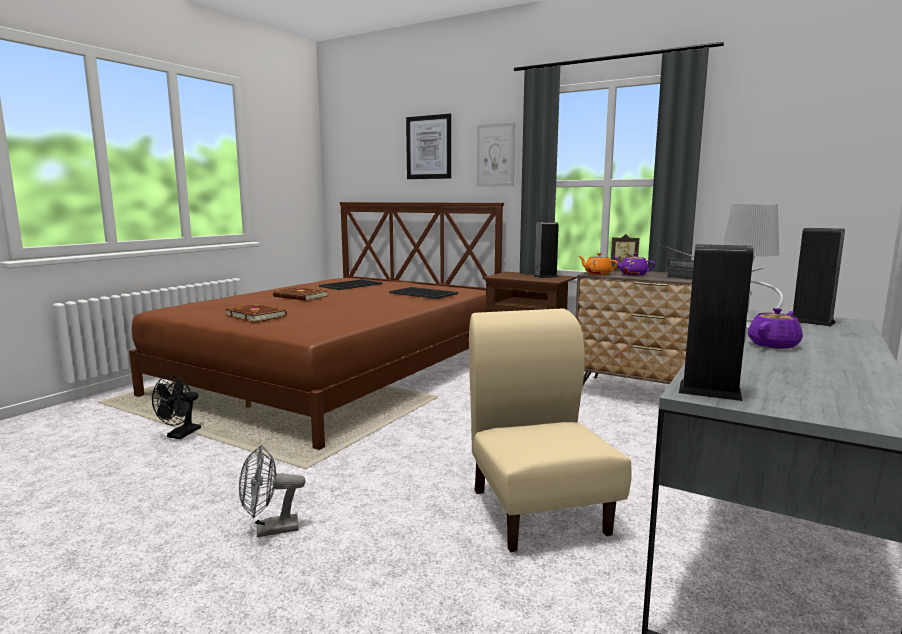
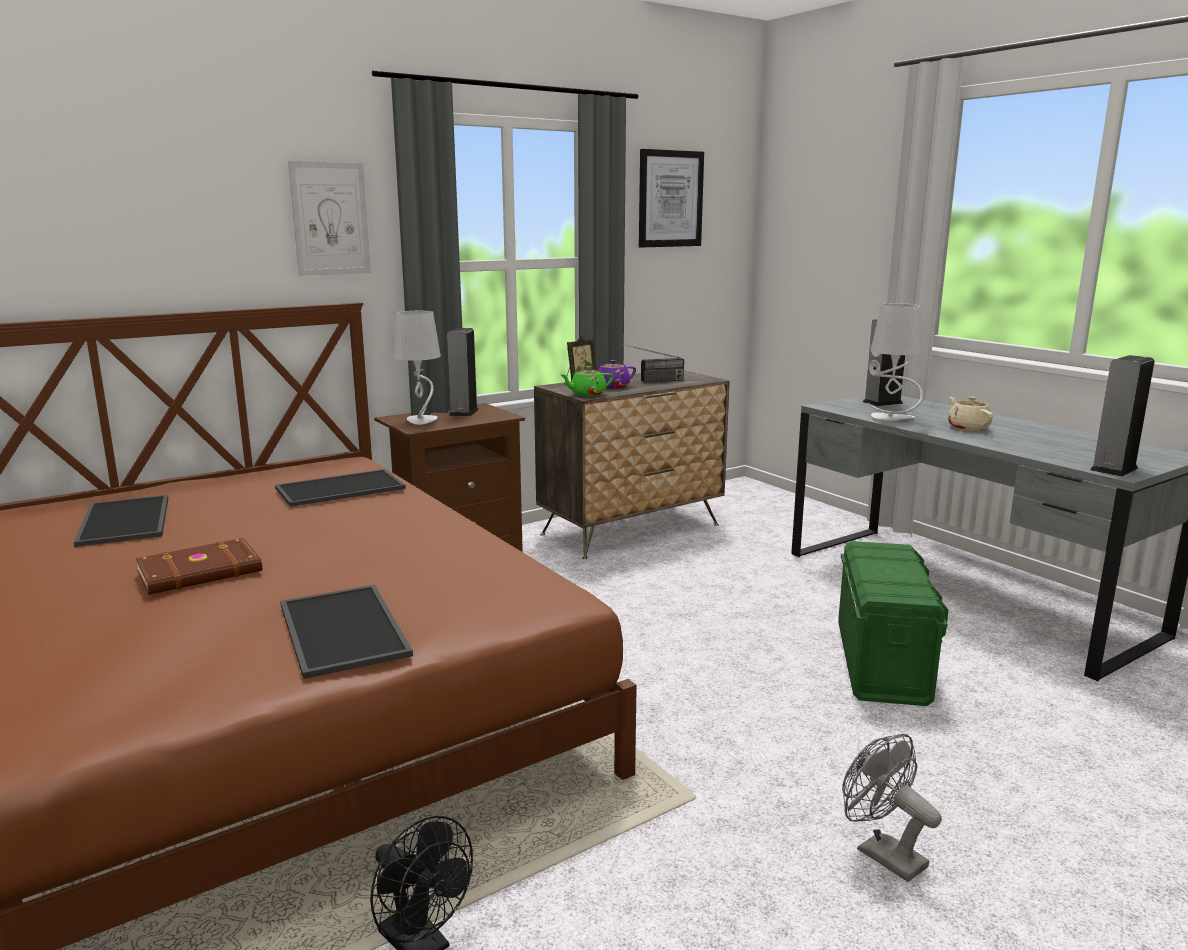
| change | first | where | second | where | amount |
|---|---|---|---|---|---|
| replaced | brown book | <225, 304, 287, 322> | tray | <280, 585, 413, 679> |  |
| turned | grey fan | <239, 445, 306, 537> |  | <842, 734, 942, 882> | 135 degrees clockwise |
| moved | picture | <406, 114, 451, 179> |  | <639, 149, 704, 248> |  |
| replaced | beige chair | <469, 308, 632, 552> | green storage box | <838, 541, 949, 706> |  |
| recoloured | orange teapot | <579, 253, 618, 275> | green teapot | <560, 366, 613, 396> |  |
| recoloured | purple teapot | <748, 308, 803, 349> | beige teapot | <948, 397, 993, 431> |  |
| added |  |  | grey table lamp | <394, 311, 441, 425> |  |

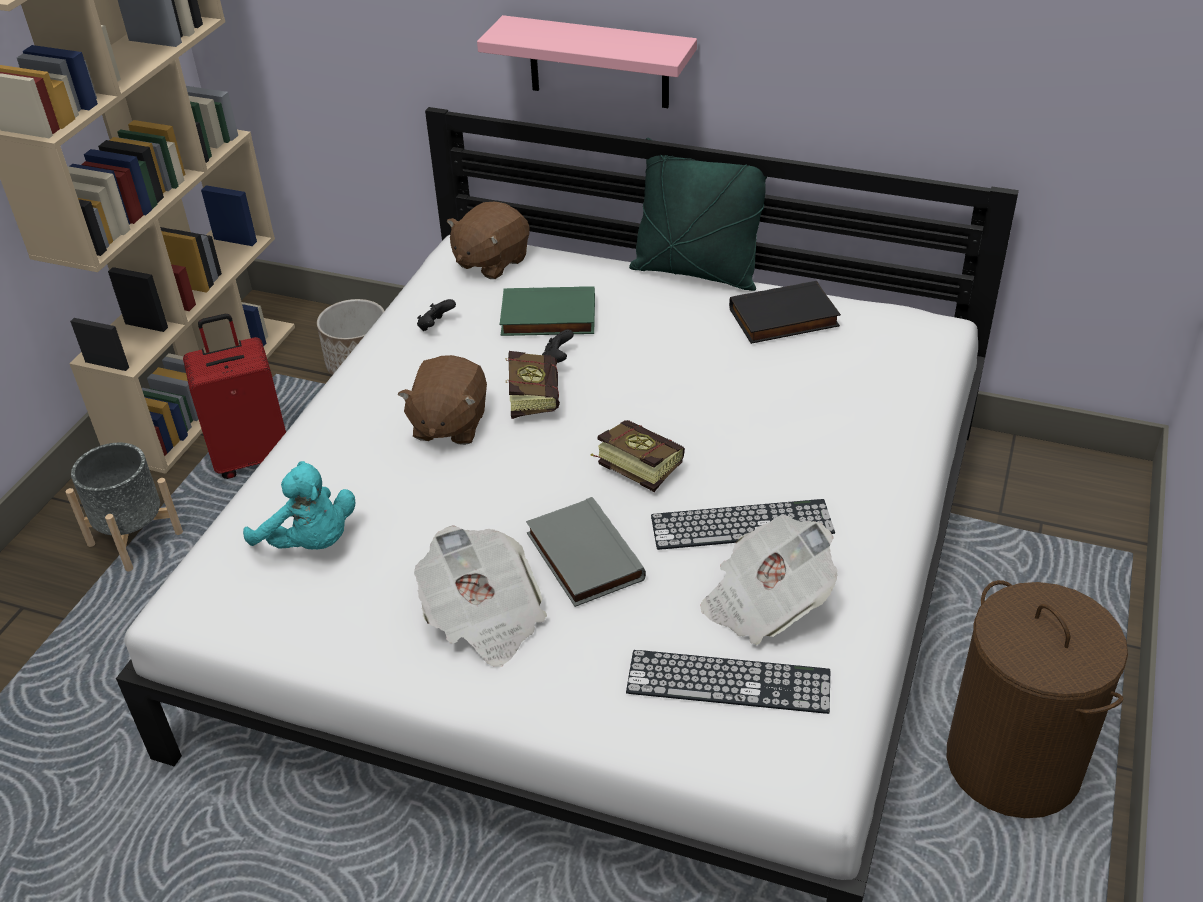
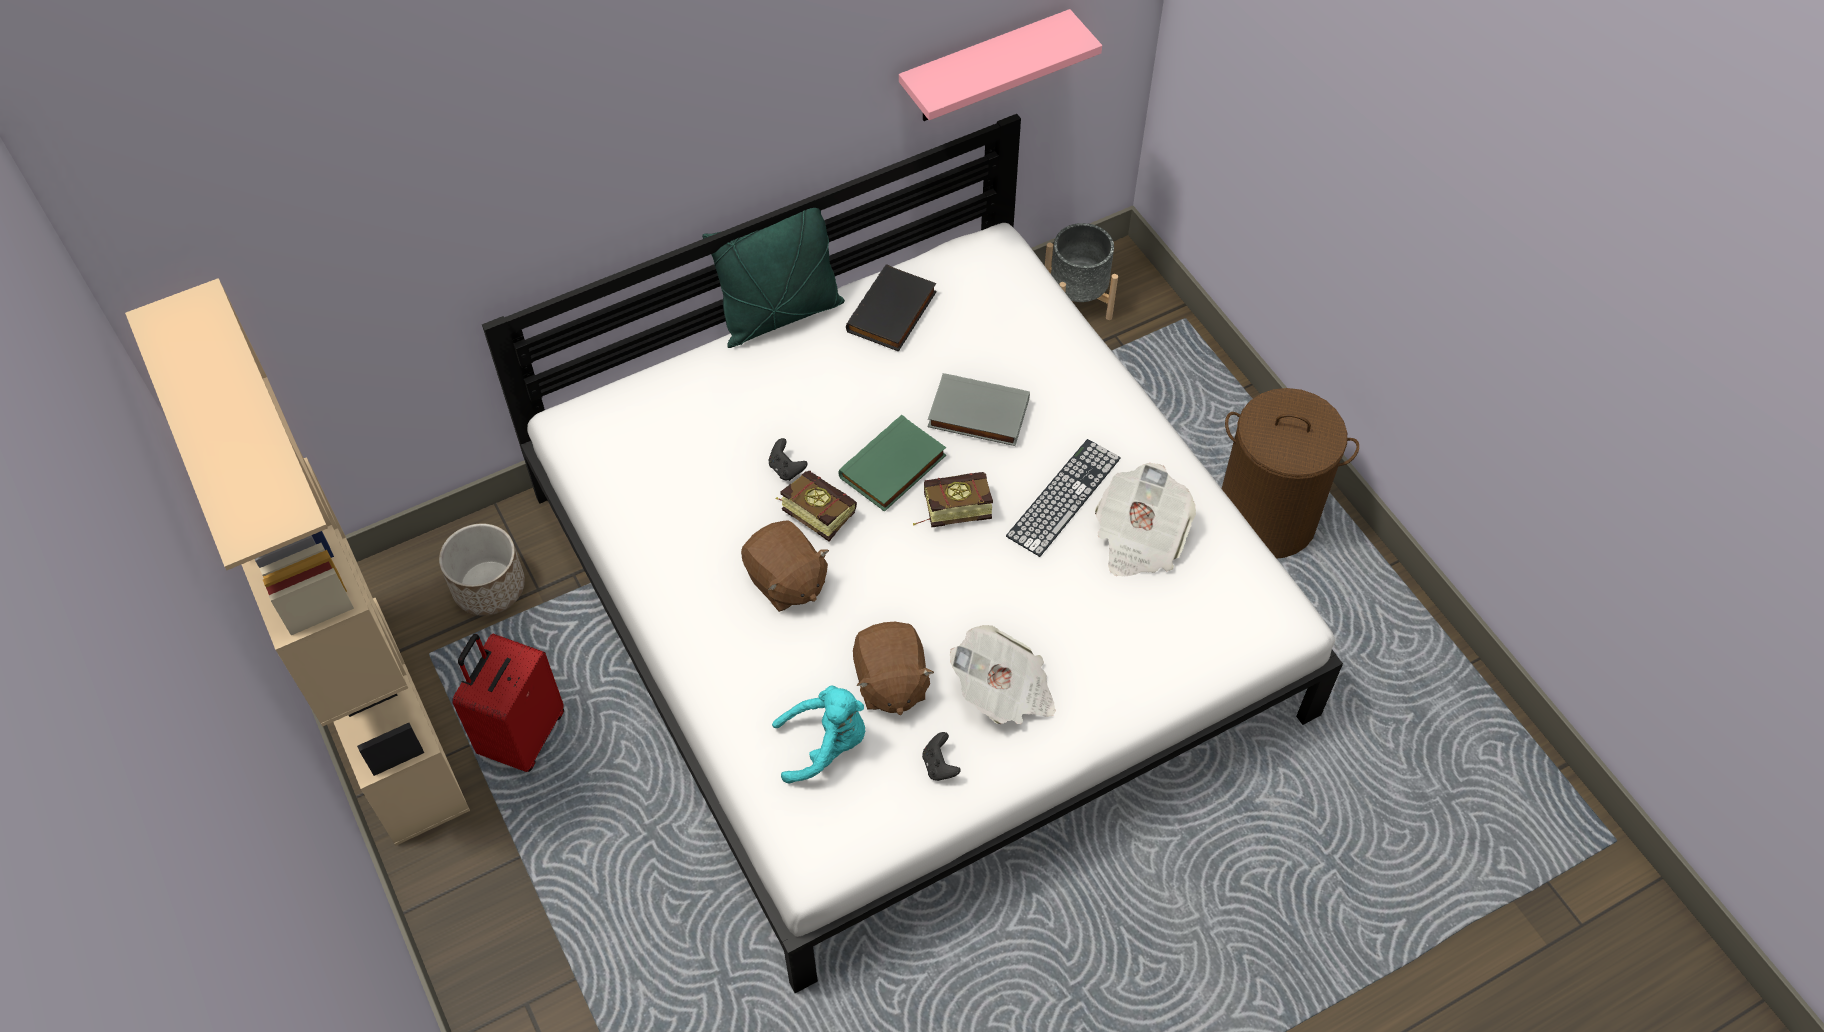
| change | first | where | second | where | amount |
|---|---|---|---|---|---|
| moved | grey planter | <66, 443, 183, 571> |  | <1045, 223, 1118, 320> |  |
| moved | black game controller | <417, 299, 456, 331> |  | <922, 732, 960, 781> |  |
| moved | brown plush toy | <447, 202, 530, 279> |  | <853, 622, 934, 715> |  |
| moved | pink shelf | <477, 15, 697, 108> |  | <899, 9, 1102, 121> |  |
| moved | green book | <500, 287, 595, 336> |  | <838, 415, 946, 512> |  |
| moved | grey book | <526, 497, 646, 607> |  | <928, 373, 1030, 446> |  |
| removed | keyboard | <626, 650, 830, 714> |  |  |  |

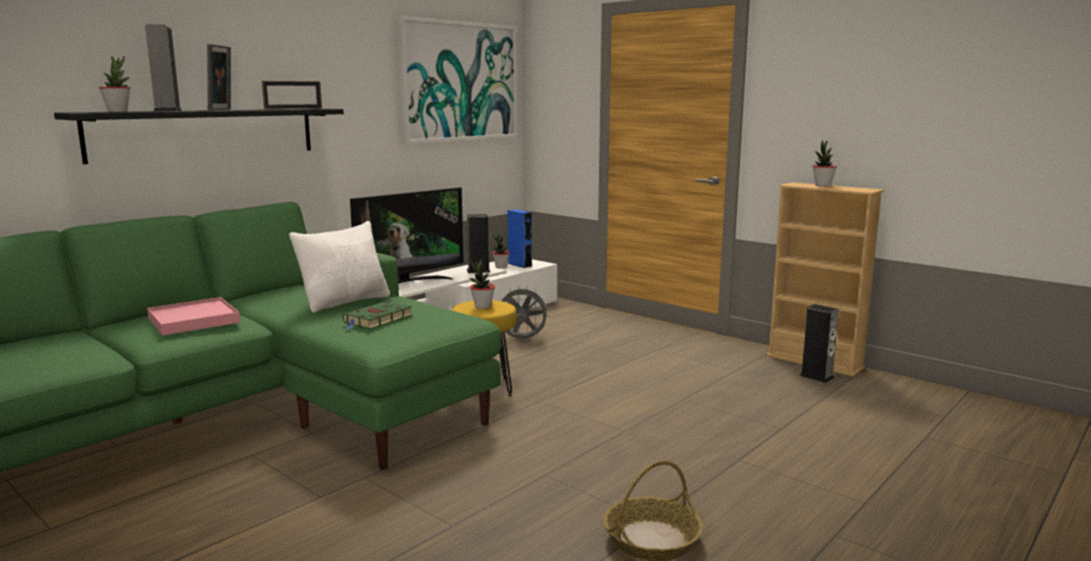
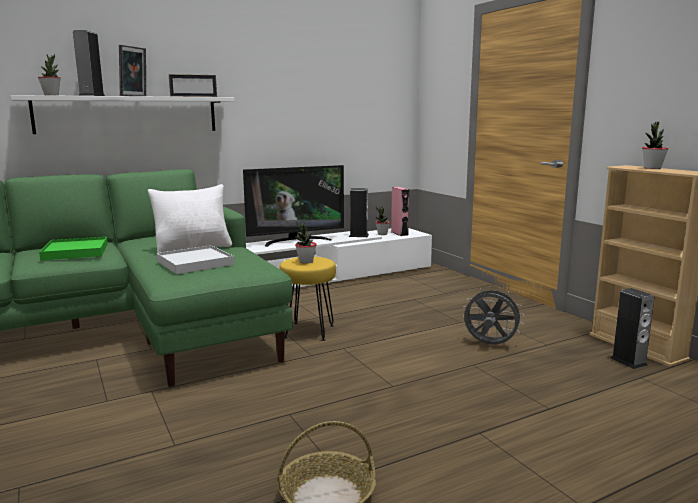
| change | first | where | second | where | amount |
|---|---|---|---|---|---|
| recoloured | black shelf | <54, 108, 344, 164> | white shelf | <10, 95, 234, 134> |  |
| recoloured | pink tray | <147, 297, 240, 336> | green tray | <39, 237, 108, 260> |  |
| replaced | green book | <343, 301, 412, 330> | white tray | <157, 245, 234, 274> |  |
| removed | picture | <397, 16, 518, 144> |  |  |  |
| moved | grey fan | <498, 285, 550, 339> |  | <463, 286, 524, 345> |  |
| recoloured | blue speaker | <508, 210, 532, 268> | pink speaker | <391, 187, 409, 236> |  |

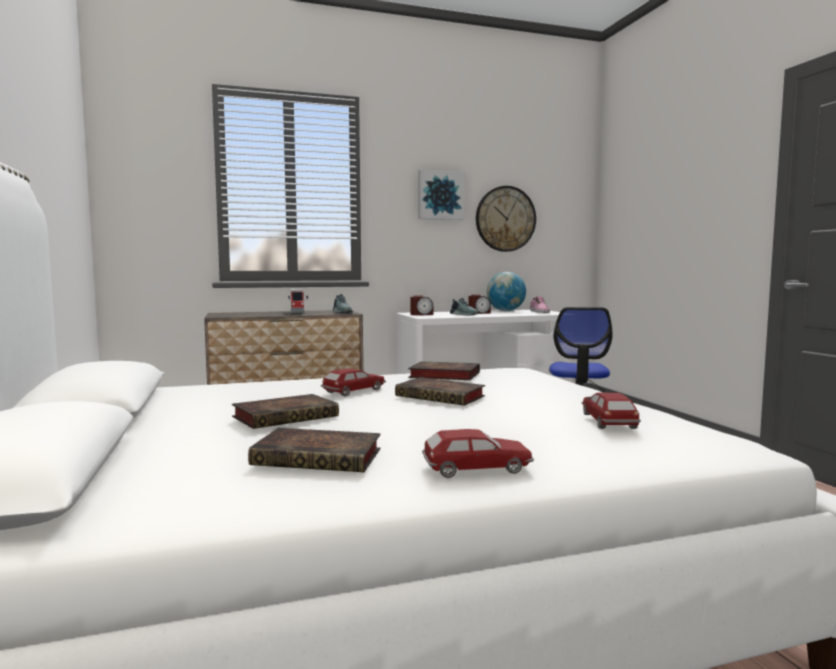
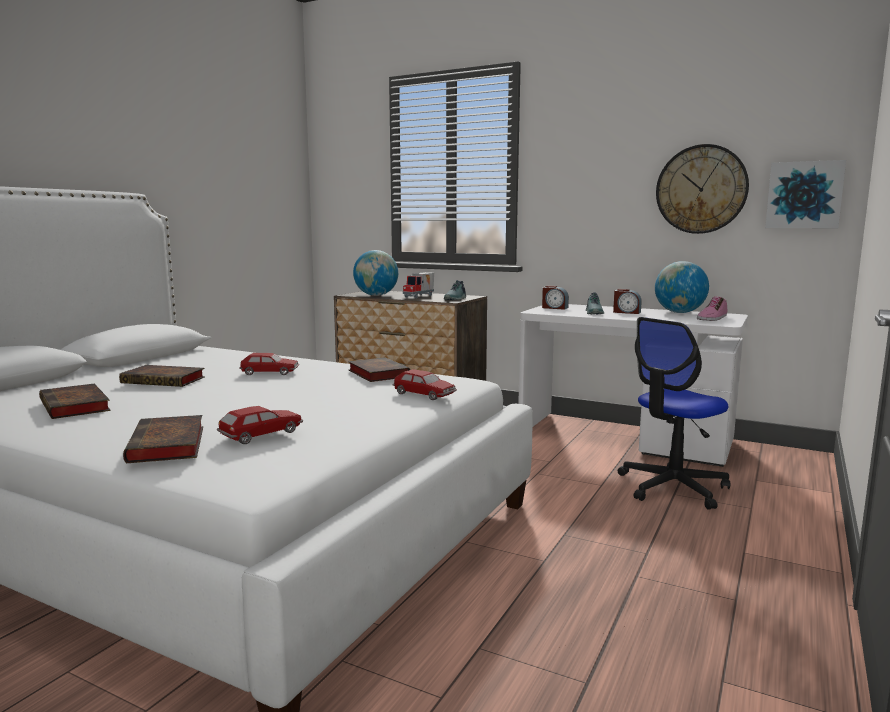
| change | first | where | second | where | amount |
|---|---|---|---|---|---|
| moved | book | <395, 377, 485, 406> |  | <123, 415, 203, 463> |  |
| moved | picture | <418, 170, 465, 220> |  | <765, 160, 846, 228> |  |
| moved | toy car | <422, 429, 534, 478> |  | <392, 369, 457, 400> |  |
| added |  |  | globe | <353, 250, 398, 296> |  |

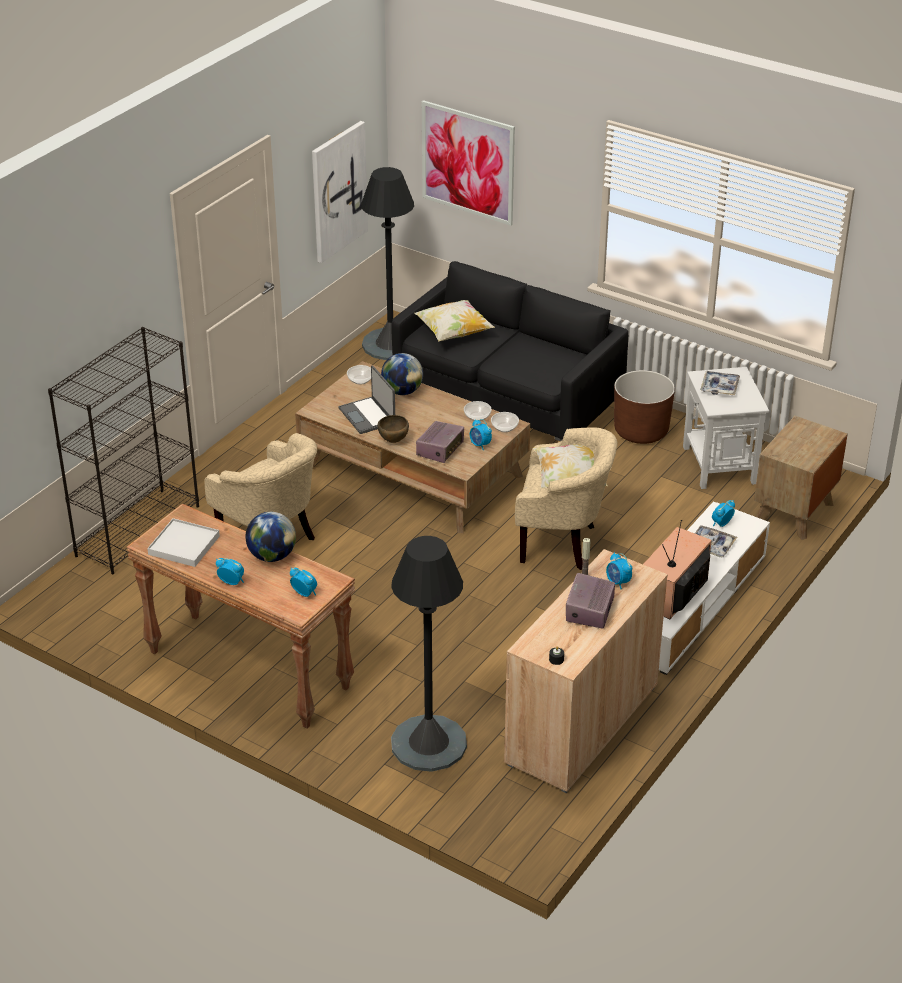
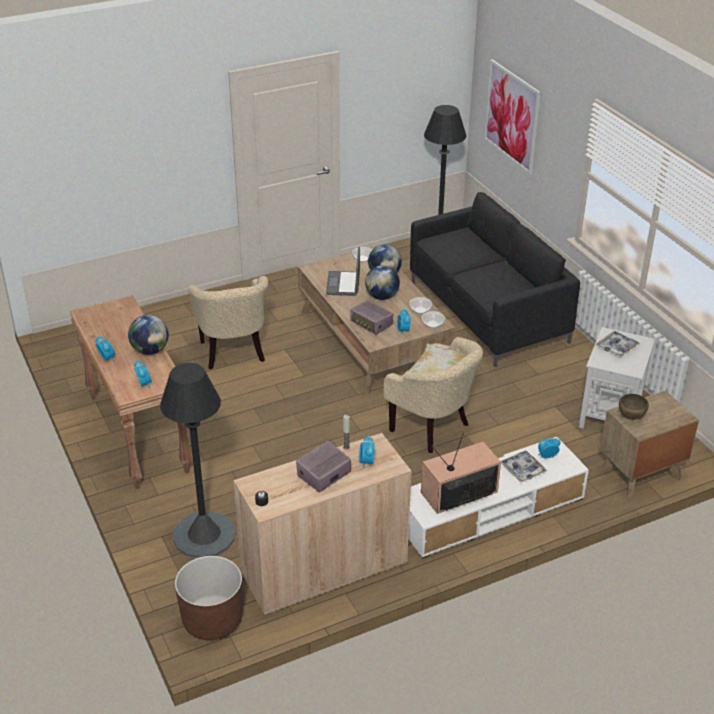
| change | first | where | second | where | amount |
|---|---|---|---|---|---|
| removed | black bookcase | <48, 327, 199, 574> |  |  |  |
| removed | white tray | <147, 518, 220, 567> |  |  |  |
| removed | picture | <312, 121, 368, 263> |  |  |  |
| moved | brown bowl | <377, 415, 409, 443> |  | <619, 394, 649, 420> |  |
| removed | pillow | <414, 300, 495, 341> |  |  |  |
| turned | radio | <416, 421, 464, 463> |  | <350, 300, 393, 335> | 75 degrees clockwise |
| moved | brown planter | <614, 370, 675, 444> |  | <175, 556, 242, 640> |  |
| added |  |  | globe | <365, 265, 400, 300> |  |

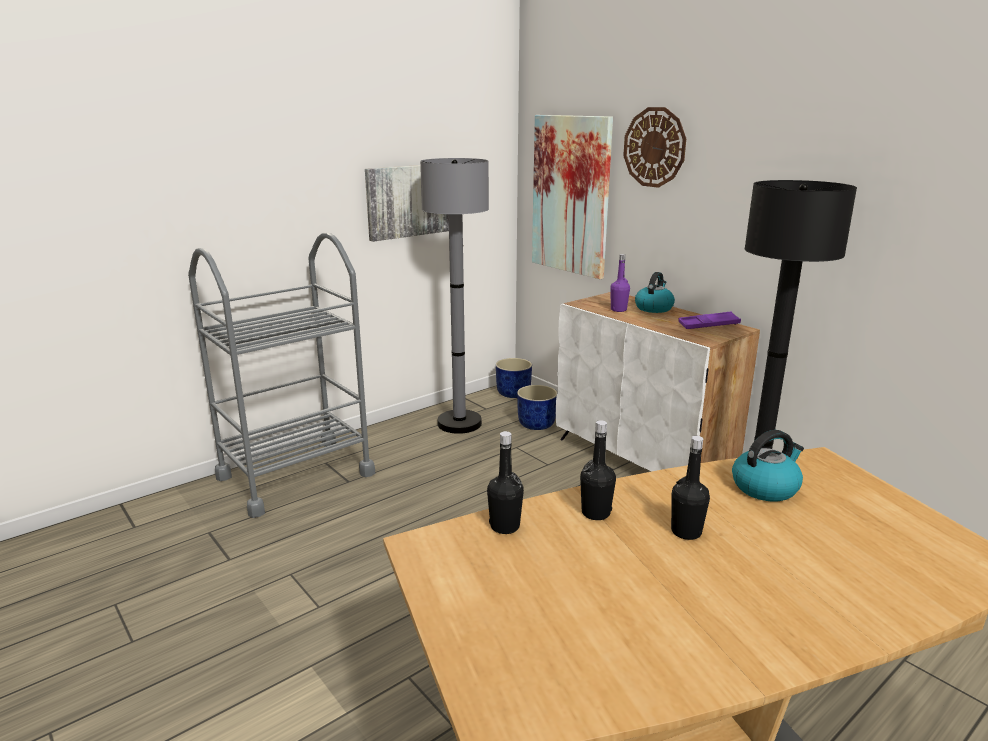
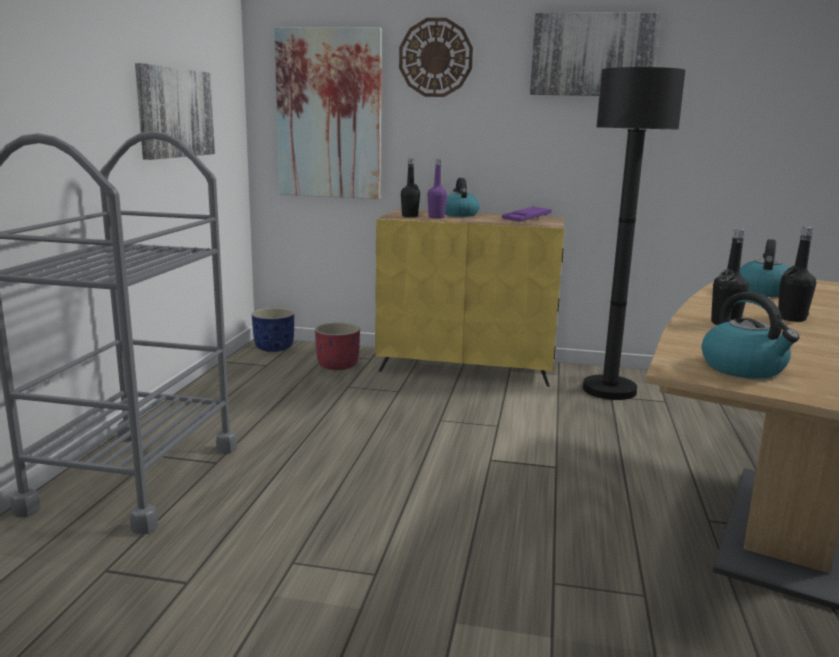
| change | first | where | second | where | amount |
|---|---|---|---|---|---|
| removed | grey floor lamp | <420, 158, 489, 434> |  |  |  |
| moved | black bottle | <487, 431, 524, 534> |  | <401, 159, 420, 217> |  |
| recoloured | blue planter | <517, 385, 557, 430> | red planter | <315, 323, 360, 370> |  |
| recoloured | white cabinet | <556, 292, 760, 471> | yellow cabinet | <375, 209, 564, 387> |  |
| added |  |  | picture | <530, 13, 660, 96> |  |
| added |  |  | kettle | <702, 292, 800, 379> |  |

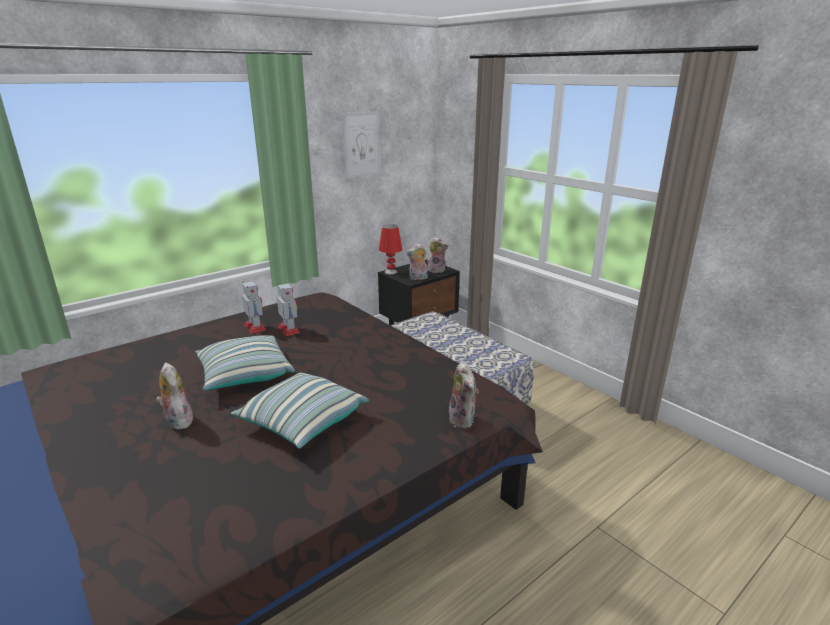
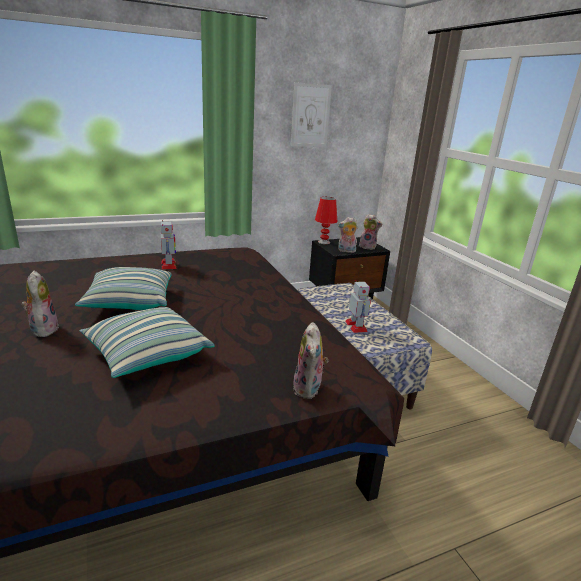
| change | first | where | second | where | amount |
|---|---|---|---|---|---|
| moved | toy robot | <277, 283, 300, 336> |  | <345, 280, 371, 333> |  |

